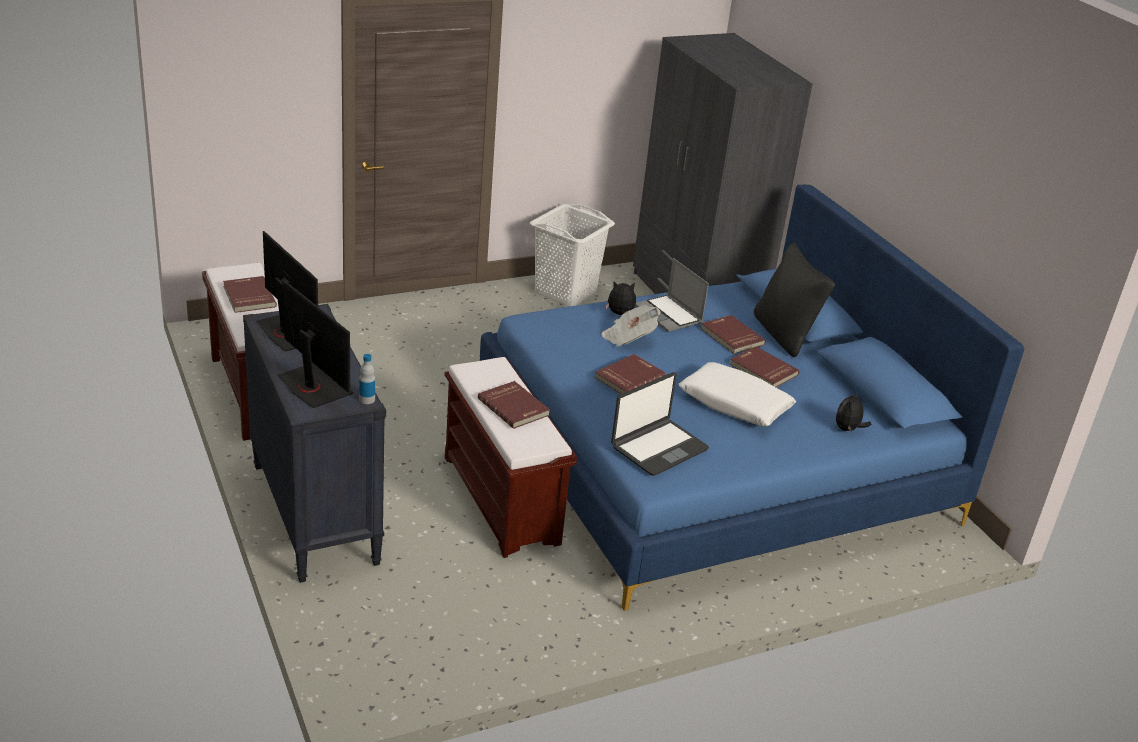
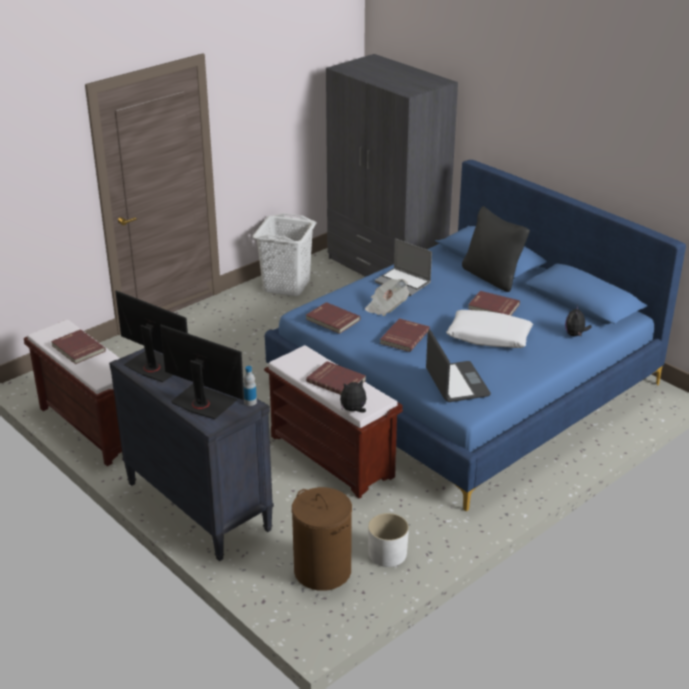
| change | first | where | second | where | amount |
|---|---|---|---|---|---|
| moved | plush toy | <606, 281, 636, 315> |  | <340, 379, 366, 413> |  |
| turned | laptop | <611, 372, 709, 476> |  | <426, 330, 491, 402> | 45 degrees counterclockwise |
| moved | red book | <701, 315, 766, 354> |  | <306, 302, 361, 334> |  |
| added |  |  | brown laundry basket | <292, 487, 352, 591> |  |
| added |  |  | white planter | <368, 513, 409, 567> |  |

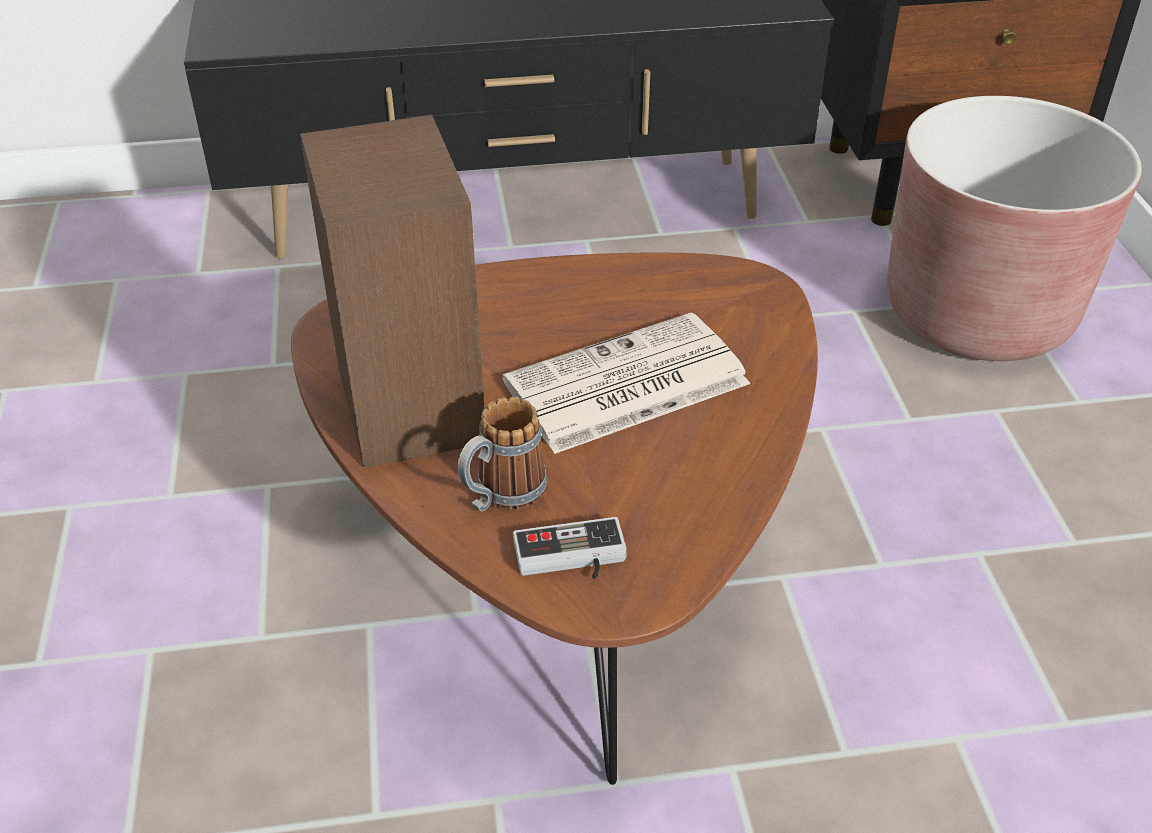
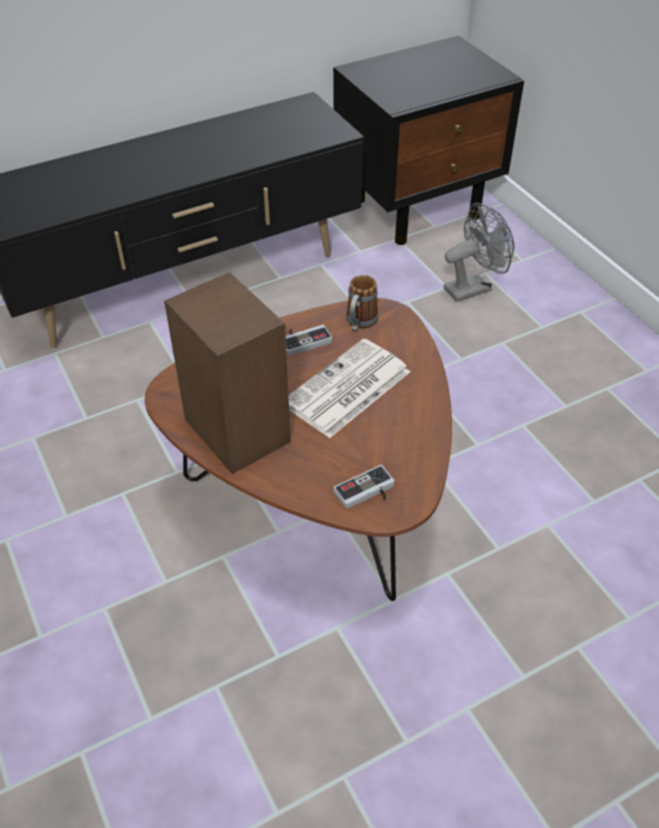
| change | first | where | second | where | amount |
|---|---|---|---|---|---|
| moved | mug | <457, 397, 547, 511> |  | <346, 275, 378, 331> |  |
| replaced | brown planter | <887, 96, 1142, 361> | grey fan | <444, 203, 514, 302> |  |
| added |  |  | game controller | <286, 325, 333, 356> |  |

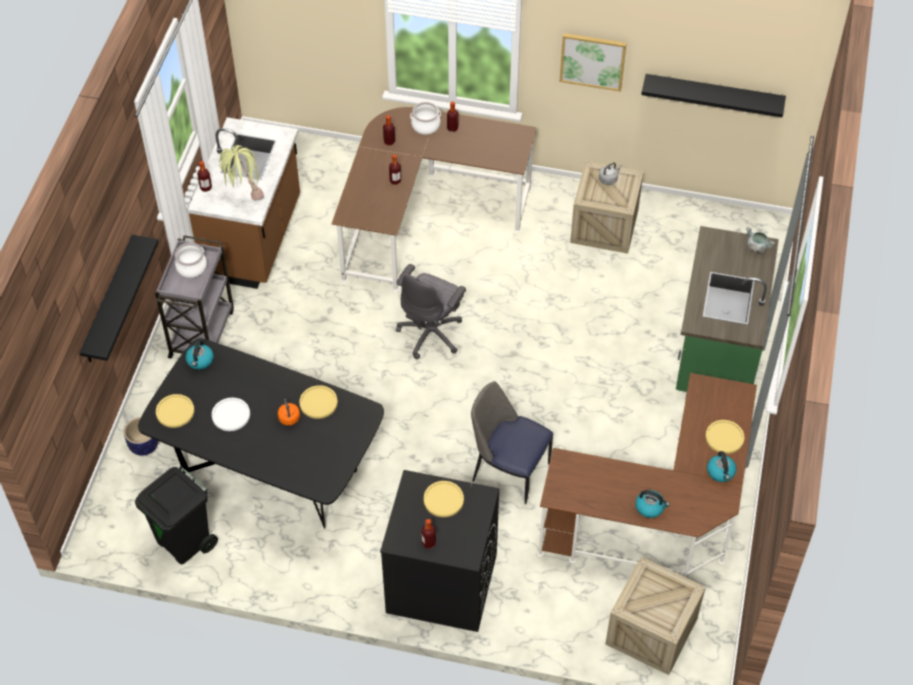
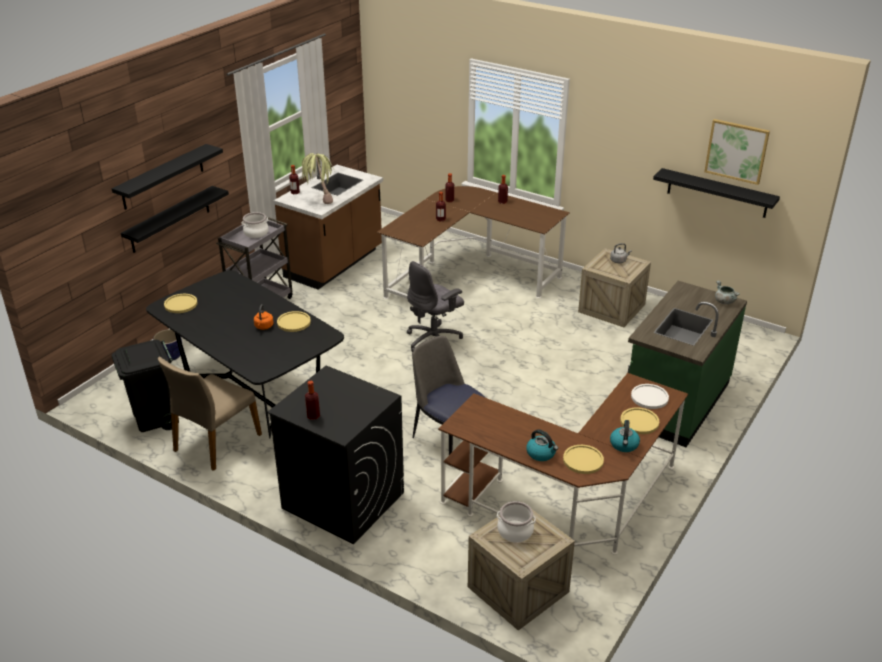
| change | first | where | second | where | amount |
|---|---|---|---|---|---|
| removed | kettle | <186, 340, 214, 370> |  |  |  |
| moved | white plate | <212, 398, 250, 431> |  | <631, 384, 669, 409> |  |
| moved | cooking pot | <410, 102, 441, 135> |  | <497, 501, 536, 543> |  |
| moved | yellow plate | <424, 481, 464, 517> |  | <563, 445, 604, 474> |  |
| moved | picture | <560, 33, 626, 92> |  | <704, 119, 770, 185> |  |
| added |  |  | black shelf | <112, 144, 223, 210> |  |
| added |  |  | beige chair | <158, 357, 262, 471> |  |

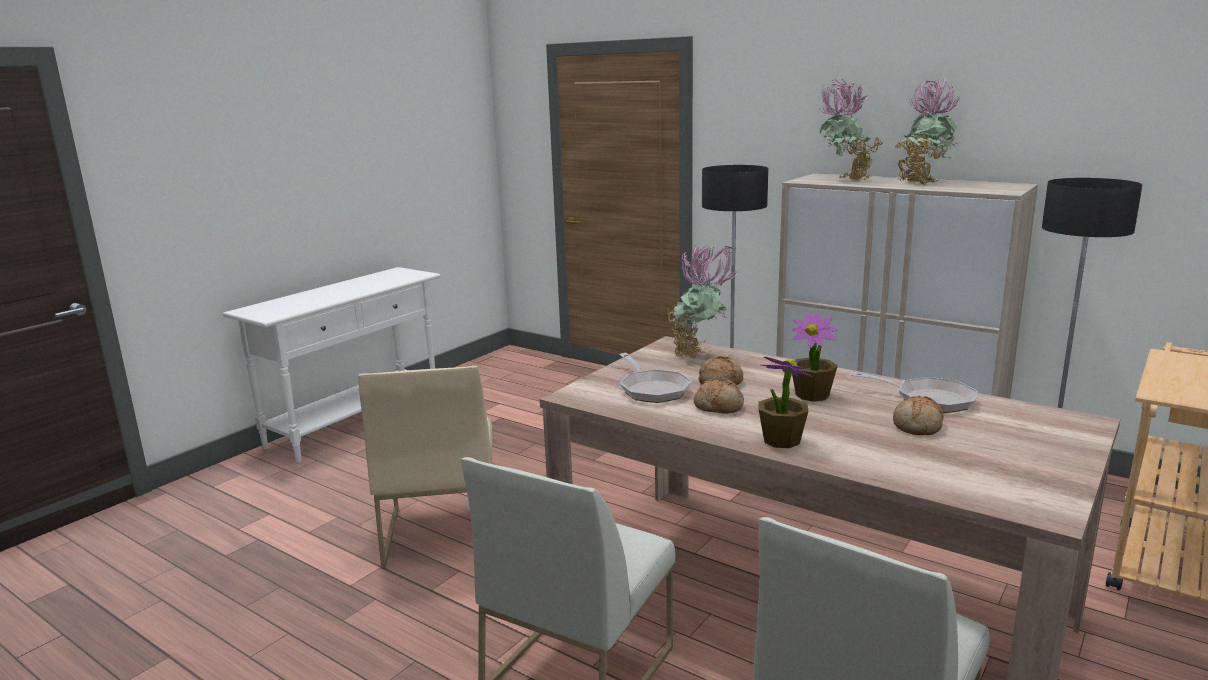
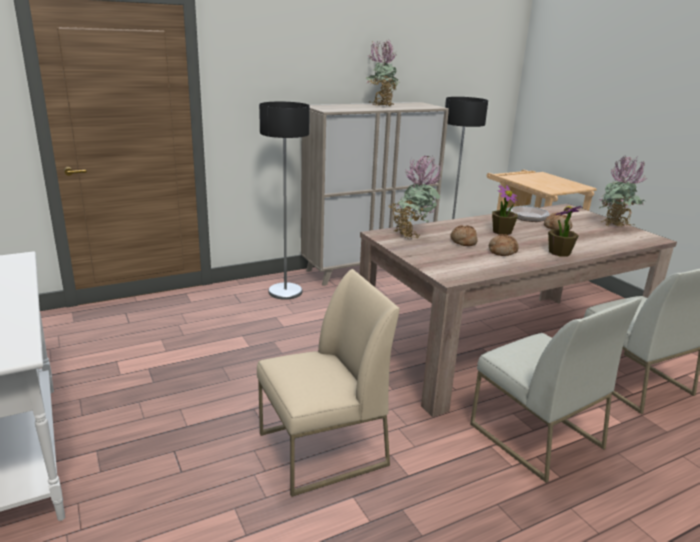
| change | first | where | second | where | amount |
|---|---|---|---|---|---|
| turned | beige chair | <358, 366, 493, 569> |  | <257, 269, 400, 497> | 45 degrees counterclockwise |
| removed | frying pan | <619, 353, 692, 403> |  |  |  |
| moved | potted plant | <820, 80, 882, 180> |  | <599, 156, 648, 227> |  |

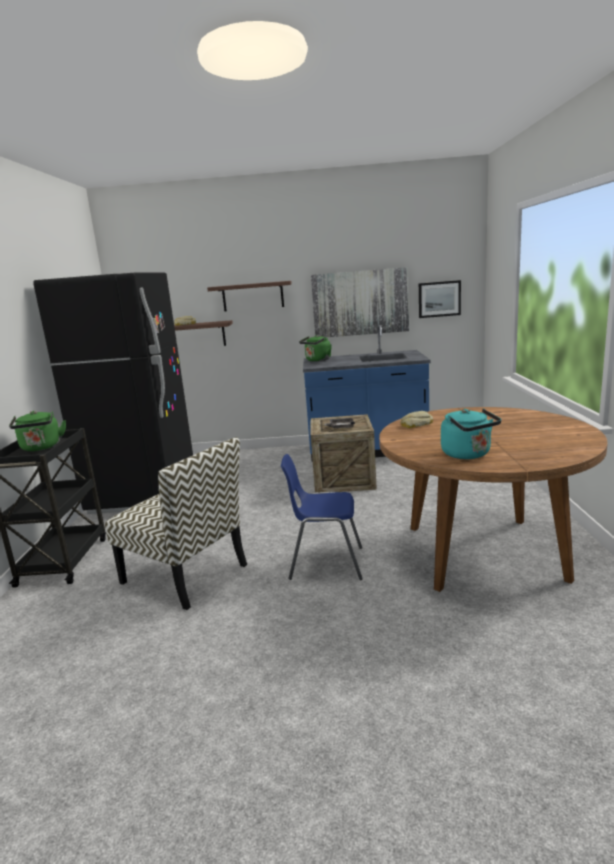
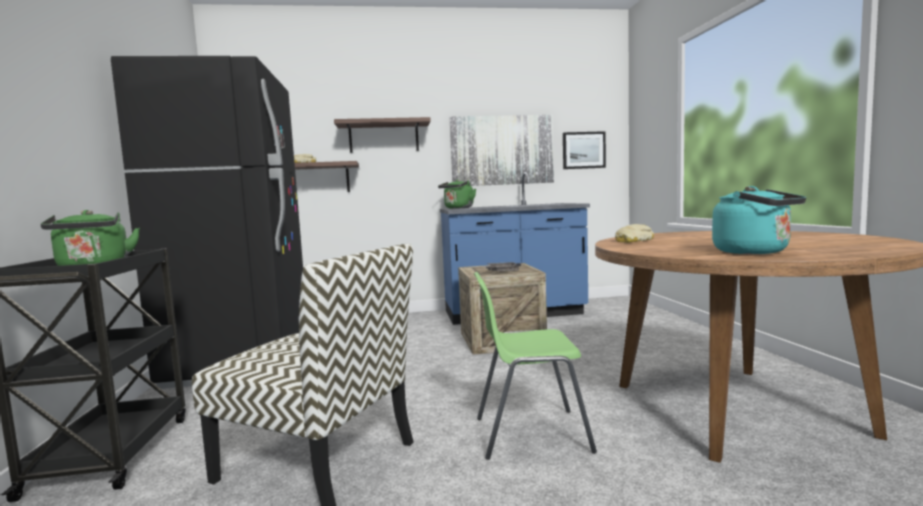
| change | first | where | second | where | amount |
|---|---|---|---|---|---|
| recoloured | blue chair | <281, 454, 363, 580> | green chair | <474, 272, 597, 460> |  |

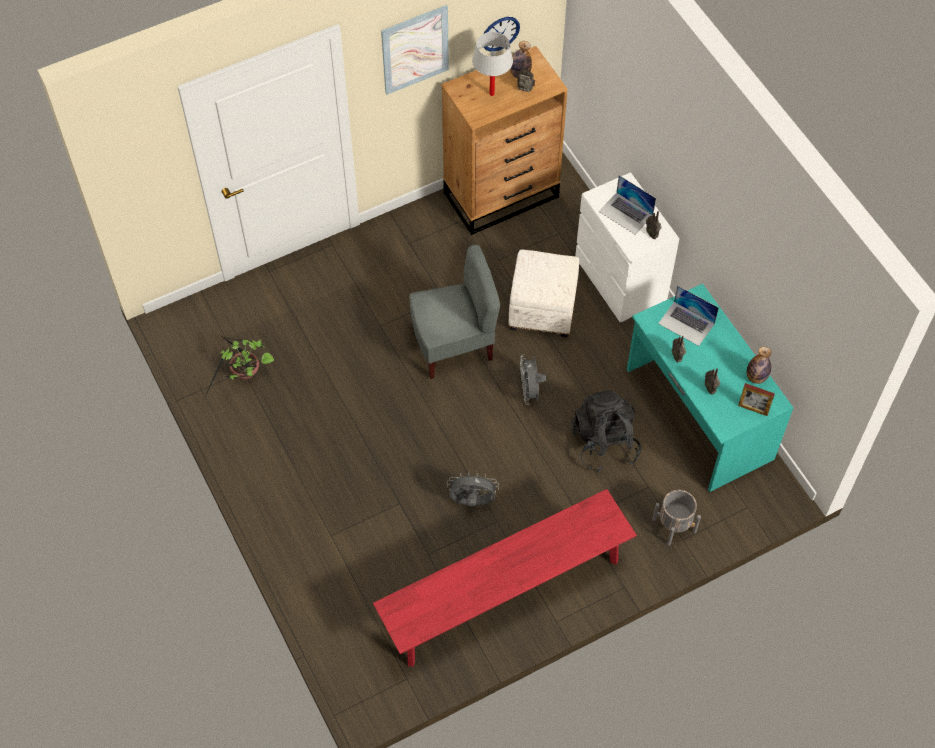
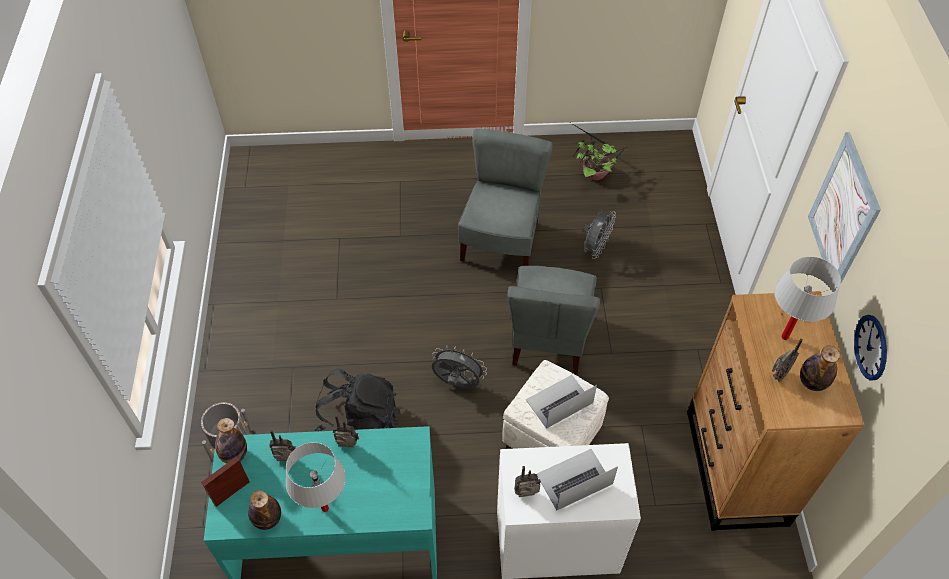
| change | first | where | second | where | amount |
|---|---|---|---|---|---|
| removed | red bench | <373, 489, 637, 667> |  |  |  |
| moved | grey fan | <447, 473, 499, 506> |  | <583, 210, 616, 259> |  |
| moved | laptop | <658, 285, 719, 346> |  | <526, 375, 597, 429> |  |
| added |  |  | bottle | <215, 418, 247, 463> |  |
| added |  |  | white table lamp | <286, 442, 346, 512> |  |
| added |  |  | grey chair | <458, 129, 553, 266> |  |

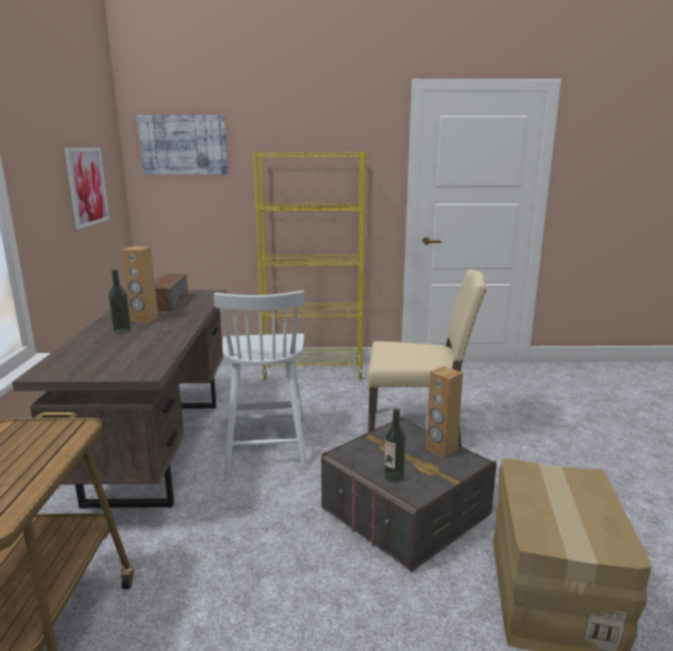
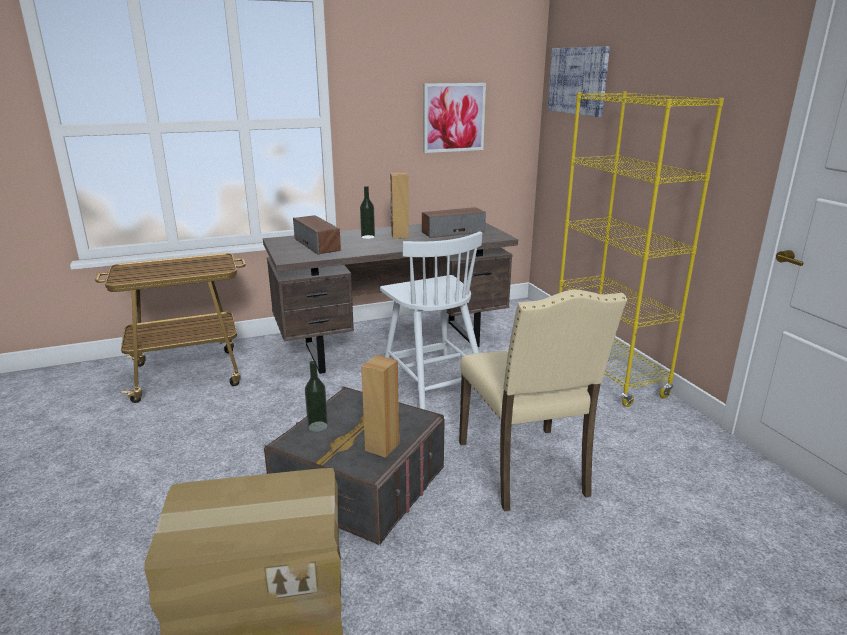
| change | first | where | second | where | amount |
|---|---|---|---|---|---|
| turned | white chair | <214, 290, 307, 473> |  | <380, 231, 482, 410> | 90 degrees counterclockwise |
| added |  |  | speaker | <293, 215, 341, 255> |  |

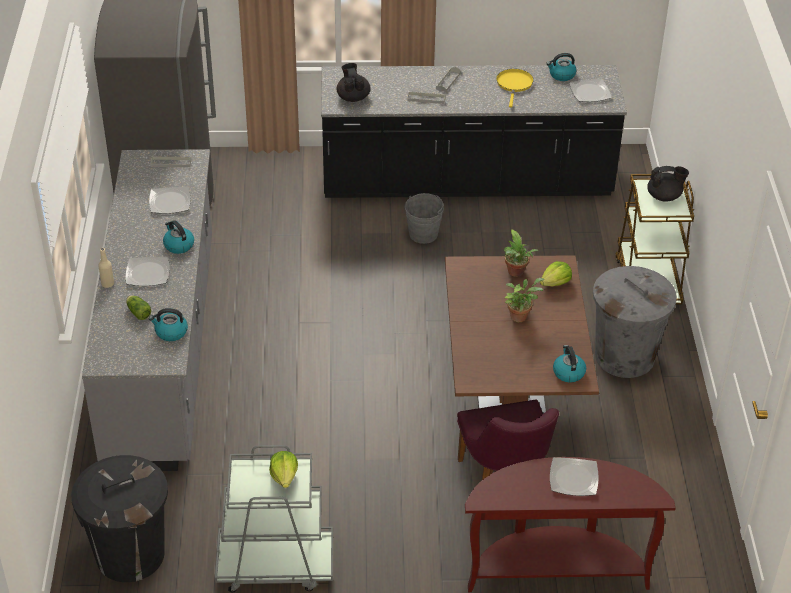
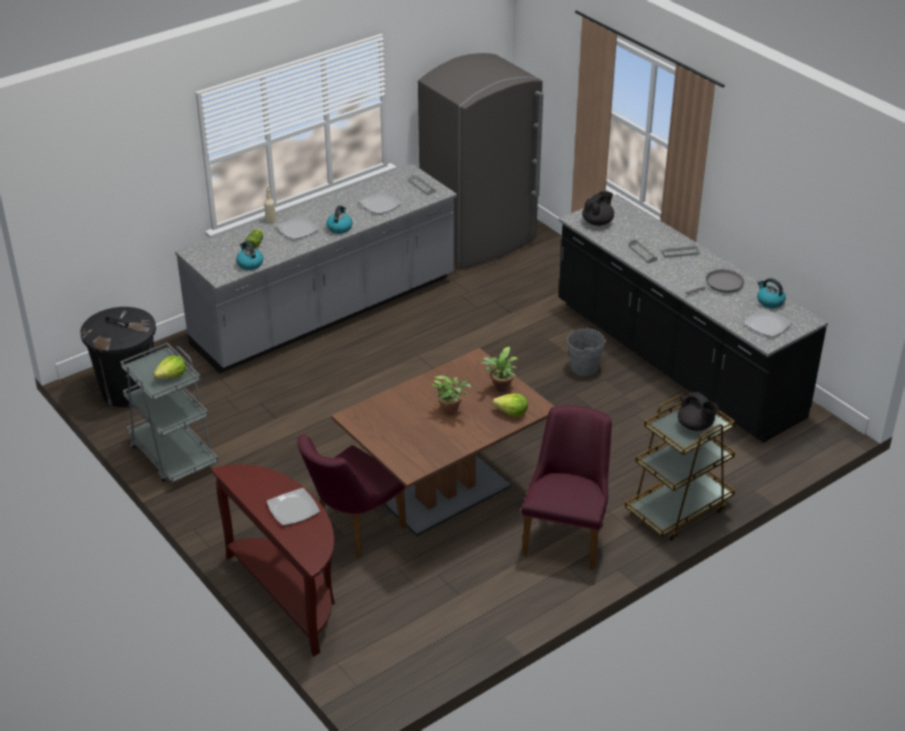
| change | first | where | second | where | amount |
|---|---|---|---|---|---|
| recoloured | yellow frying pan | <496, 69, 534, 107> | grey frying pan | <685, 270, 744, 294> |  |
| removed | kettle | <553, 345, 586, 382> |  |  |  |
| replaced | grey trash can | <593, 266, 677, 378> | purple chair | <521, 405, 612, 570> |  |

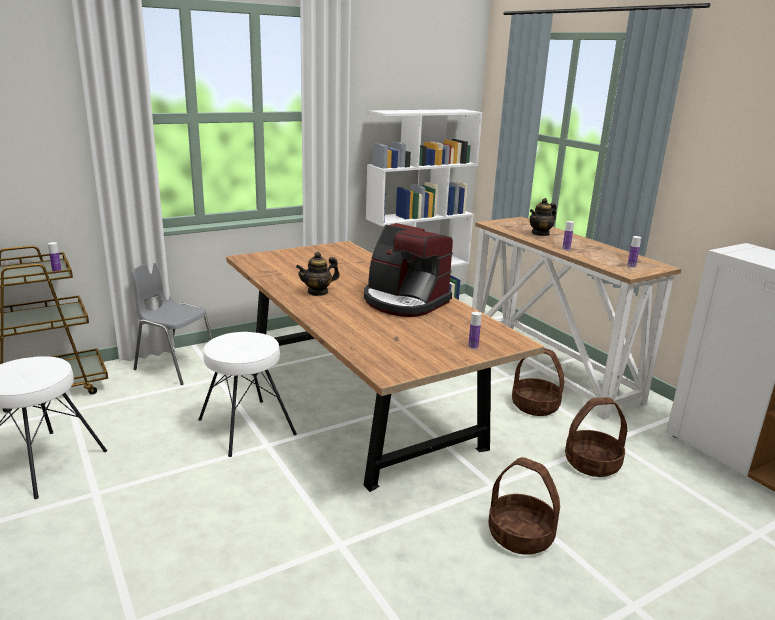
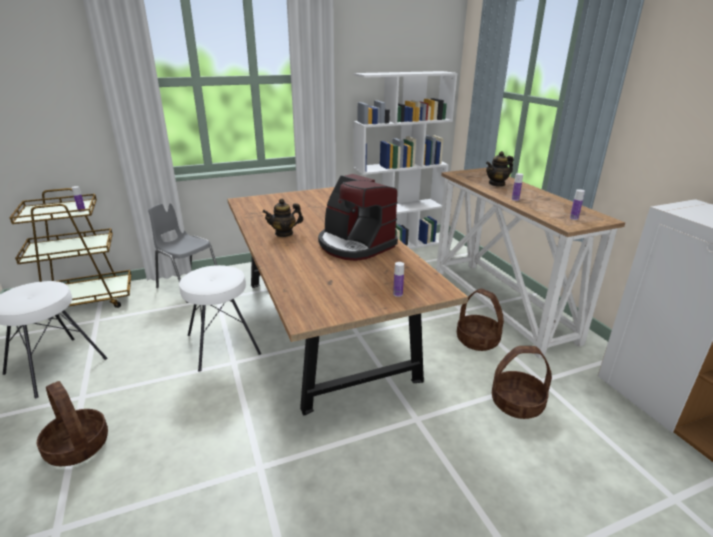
| change | first | where | second | where | amount |
|---|---|---|---|---|---|
| moved | basket | <489, 457, 560, 555> |  | <36, 381, 108, 466> |  |

